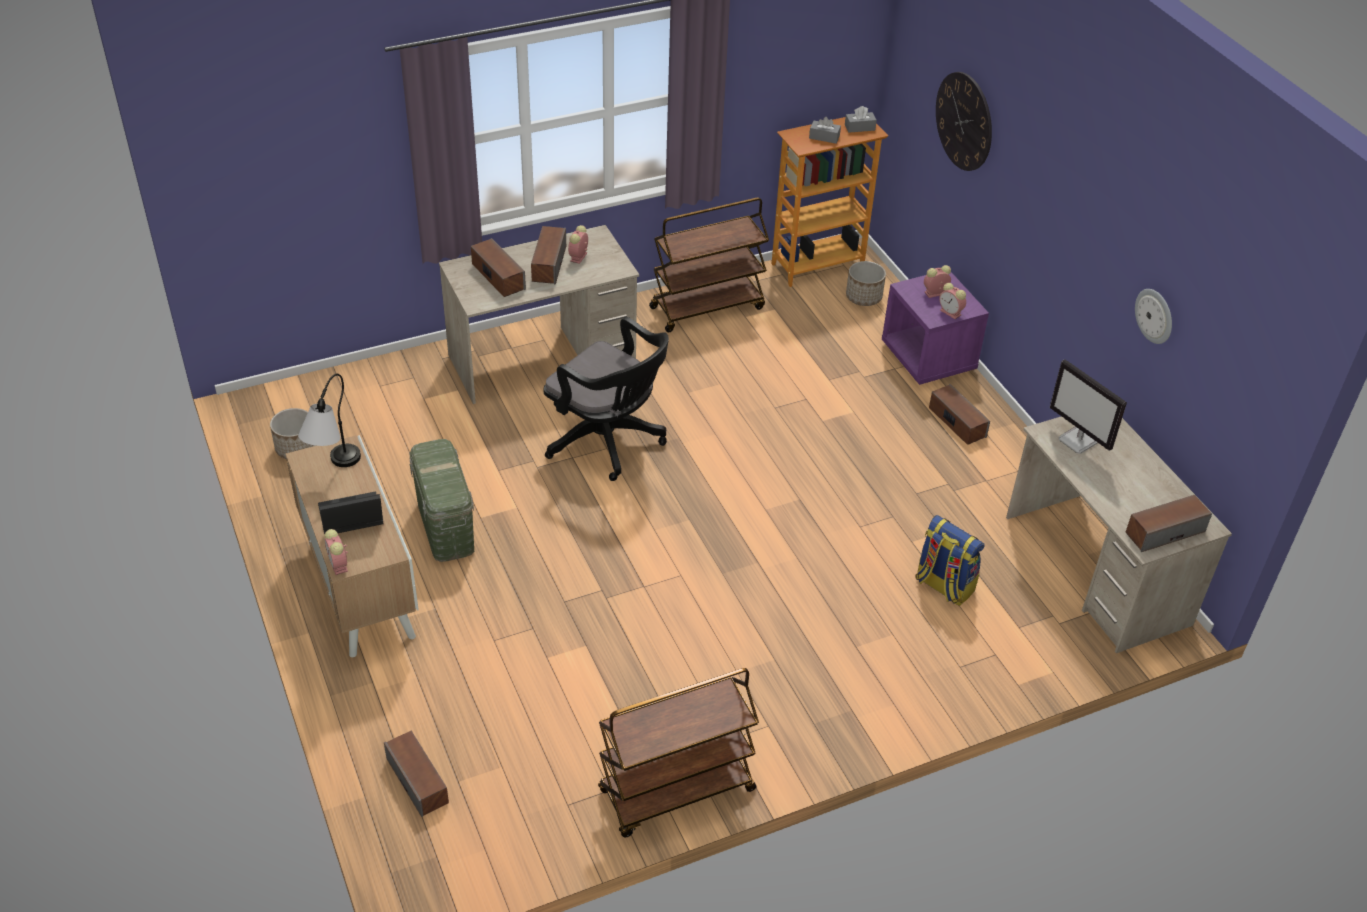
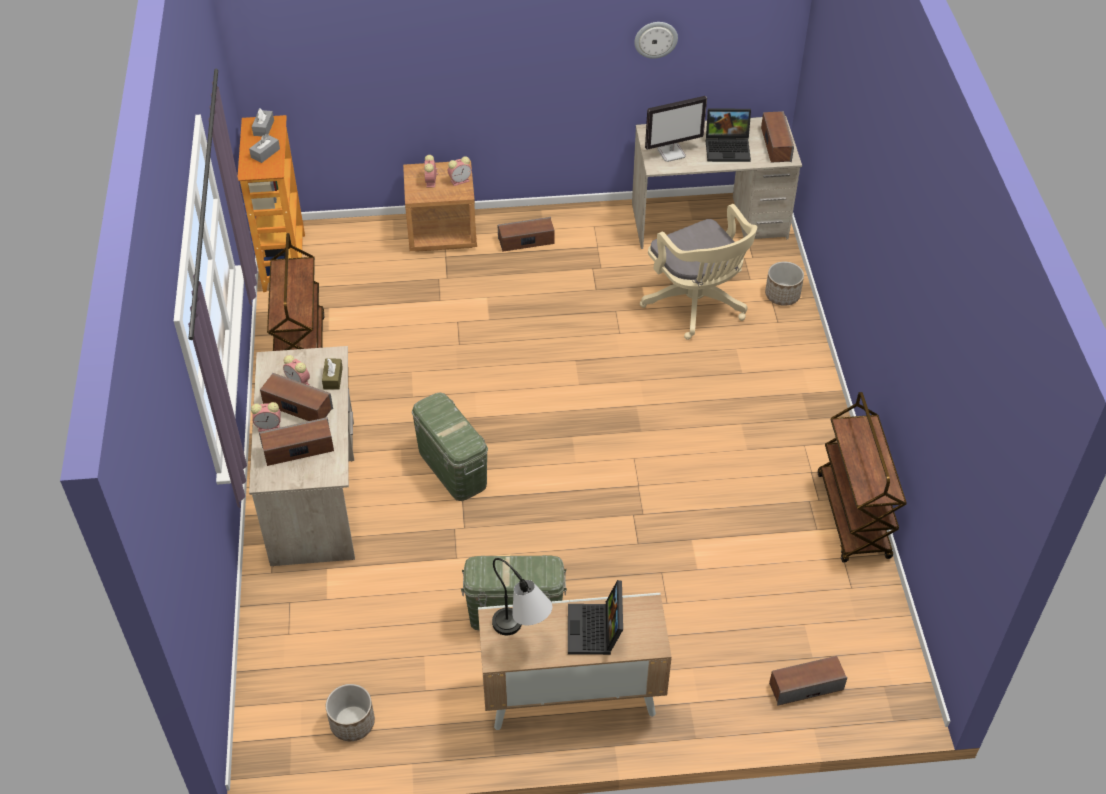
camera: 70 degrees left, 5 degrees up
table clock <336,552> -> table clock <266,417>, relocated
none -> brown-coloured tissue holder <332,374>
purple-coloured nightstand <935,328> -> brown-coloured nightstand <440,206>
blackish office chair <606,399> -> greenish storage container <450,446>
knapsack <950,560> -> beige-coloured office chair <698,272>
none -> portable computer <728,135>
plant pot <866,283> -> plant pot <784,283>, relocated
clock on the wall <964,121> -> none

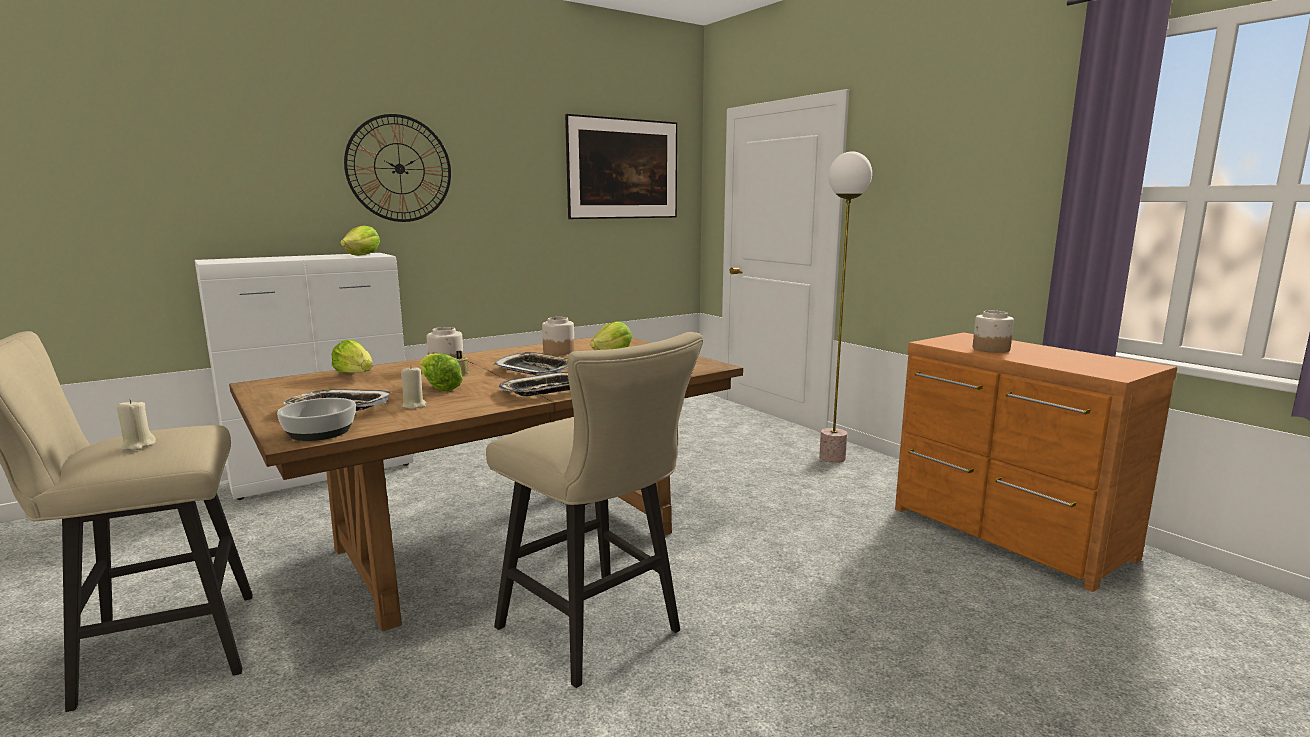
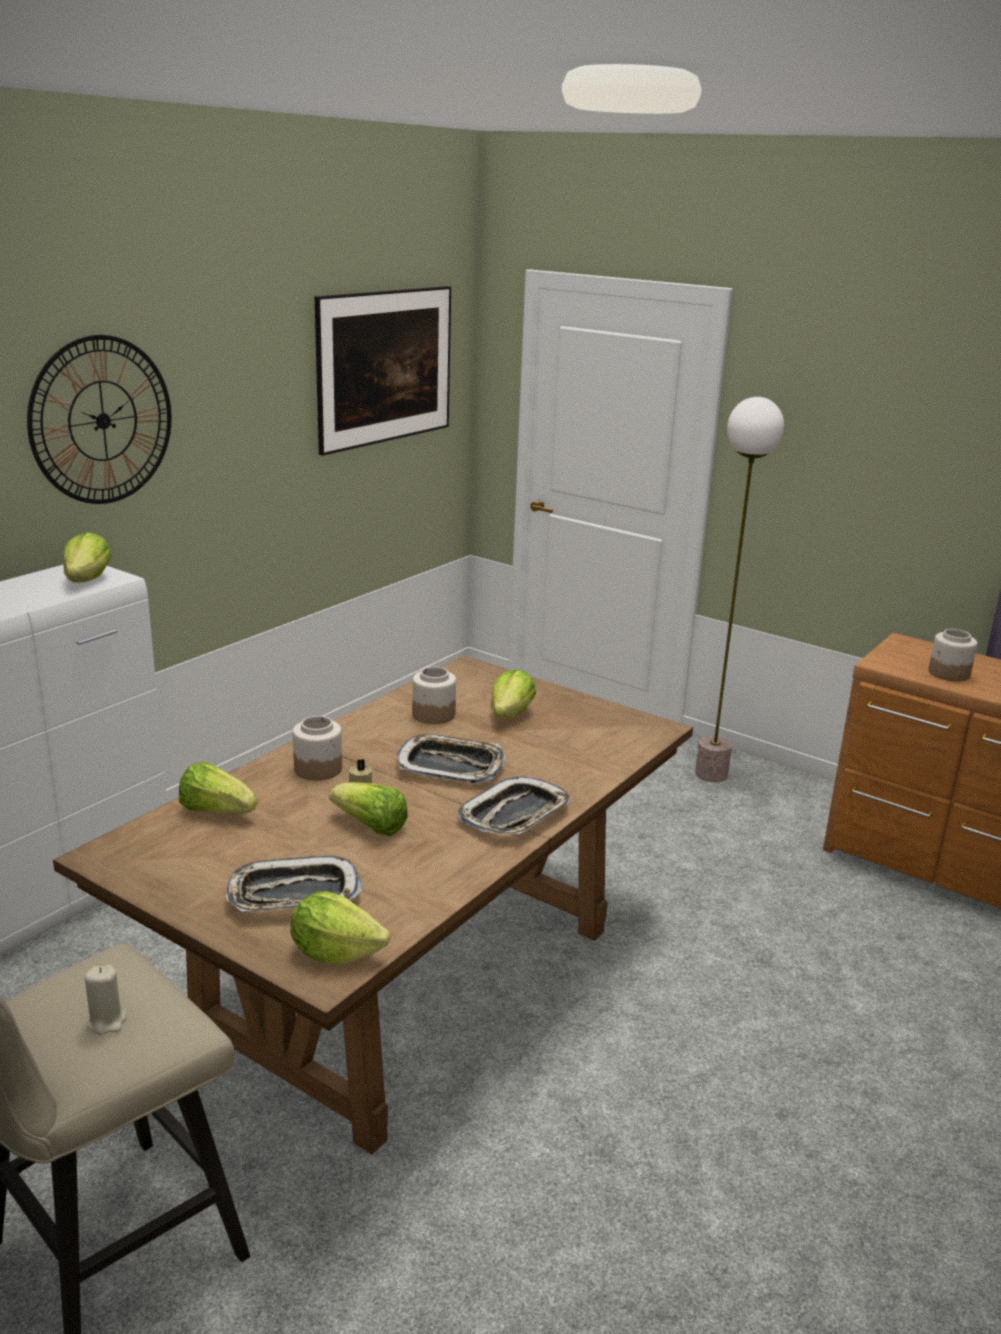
camera: 20 degrees left, 10 degrees up
bowl <316,419> -> head of lettuce <340,927>
beige-coloured wax light <413,387> -> none
beige-coloured stool seat <594,510> -> none

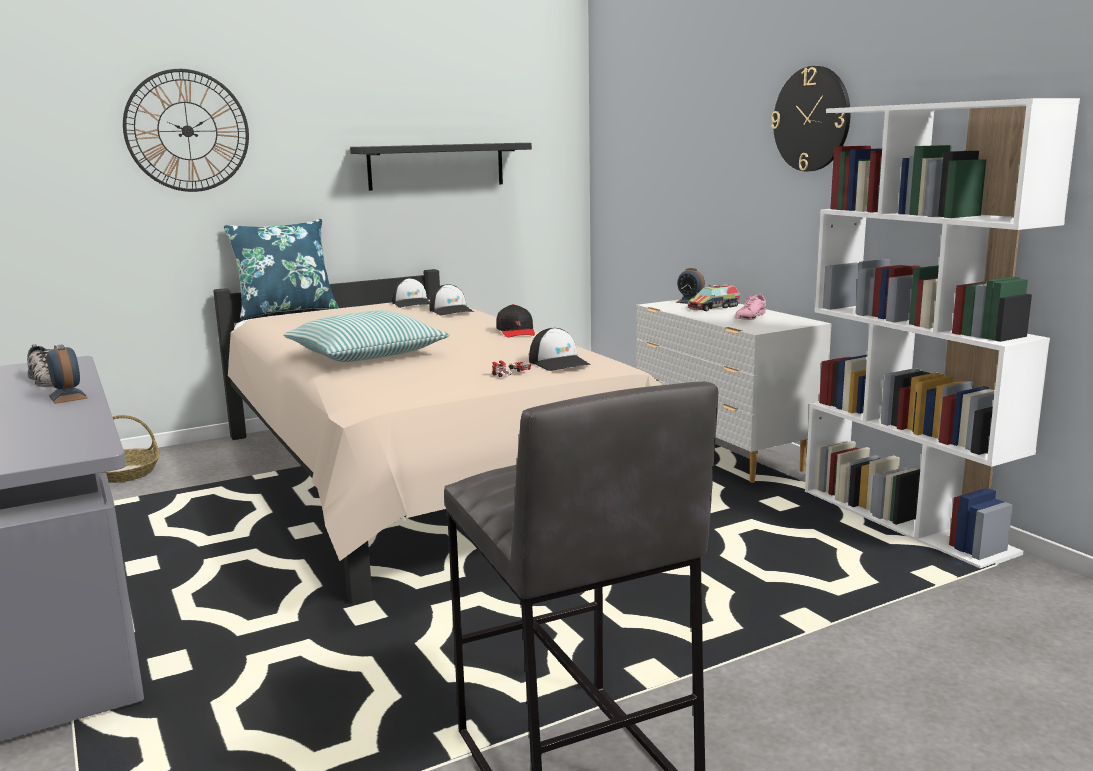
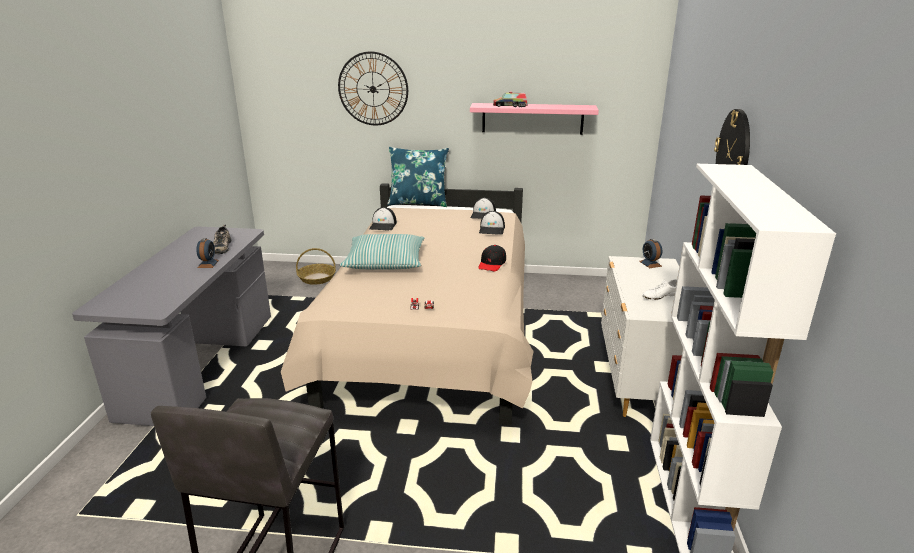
camera: 35 degrees right, 10 degrees up
baseball cap <560,349> -> baseball cap <383,218>, relocated
blackish shelf <441,167> -> pink shelf <534,119>
toy truck <713,297> -> toy truck <510,99>, relocated
pink low shoe <750,306> -> white-coloured low shoe <659,290>

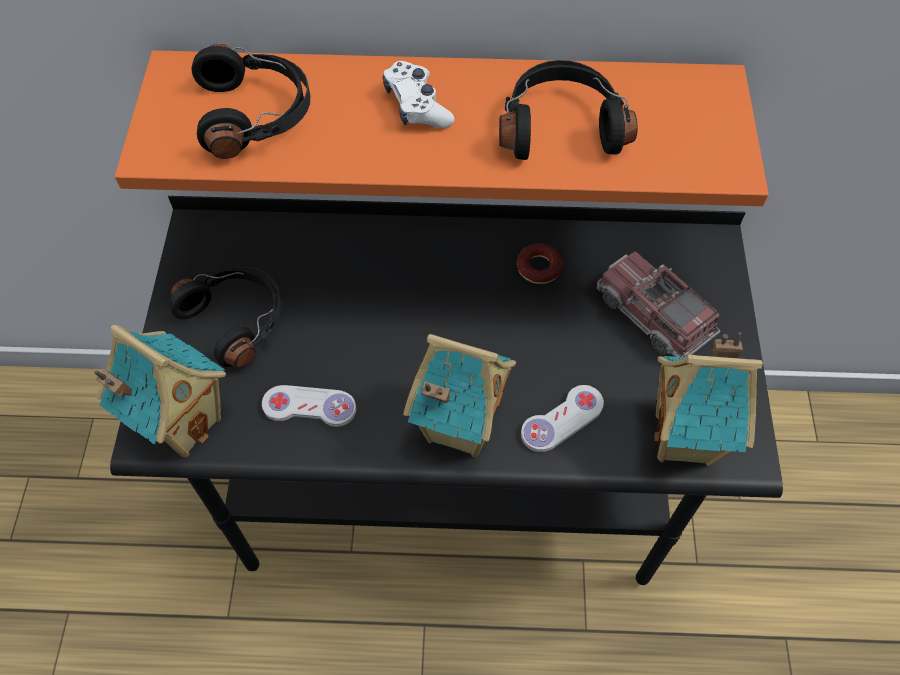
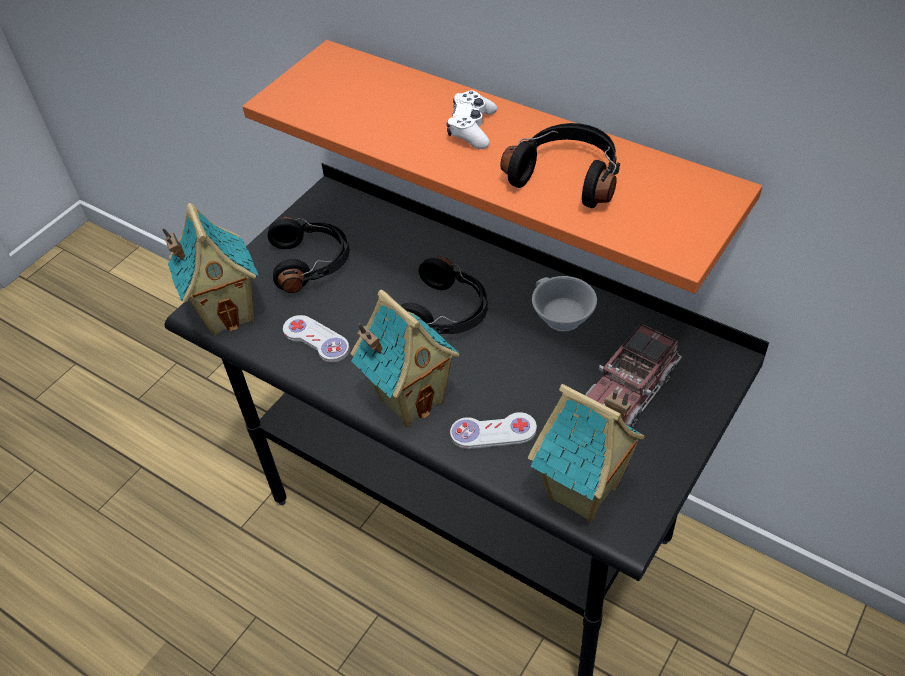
camera: 35 degrees right, 10 degrees down
blackish pair of headphones <250,101> -> blackish pair of headphones <444,295>, relocated
donut <540,263> -> white-coloured drinking cup <564,304>
toy truck <658,304> -> toy truck <633,375>, 135 degrees counterclockwise

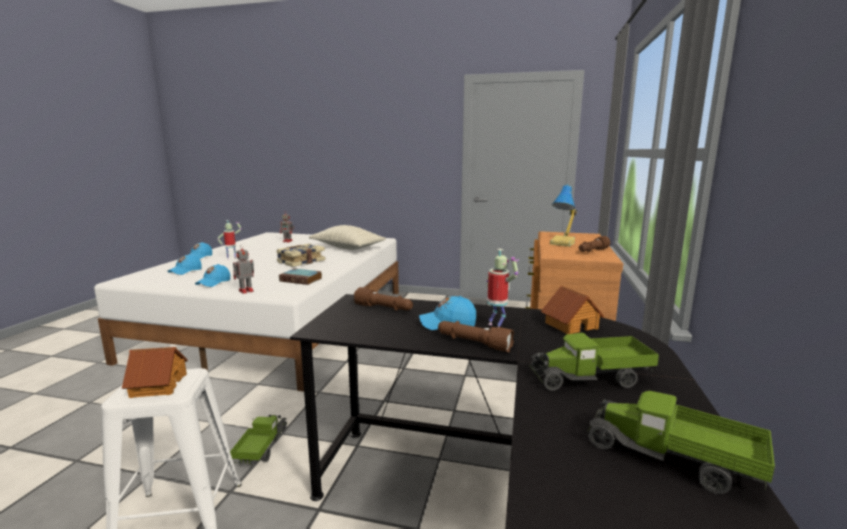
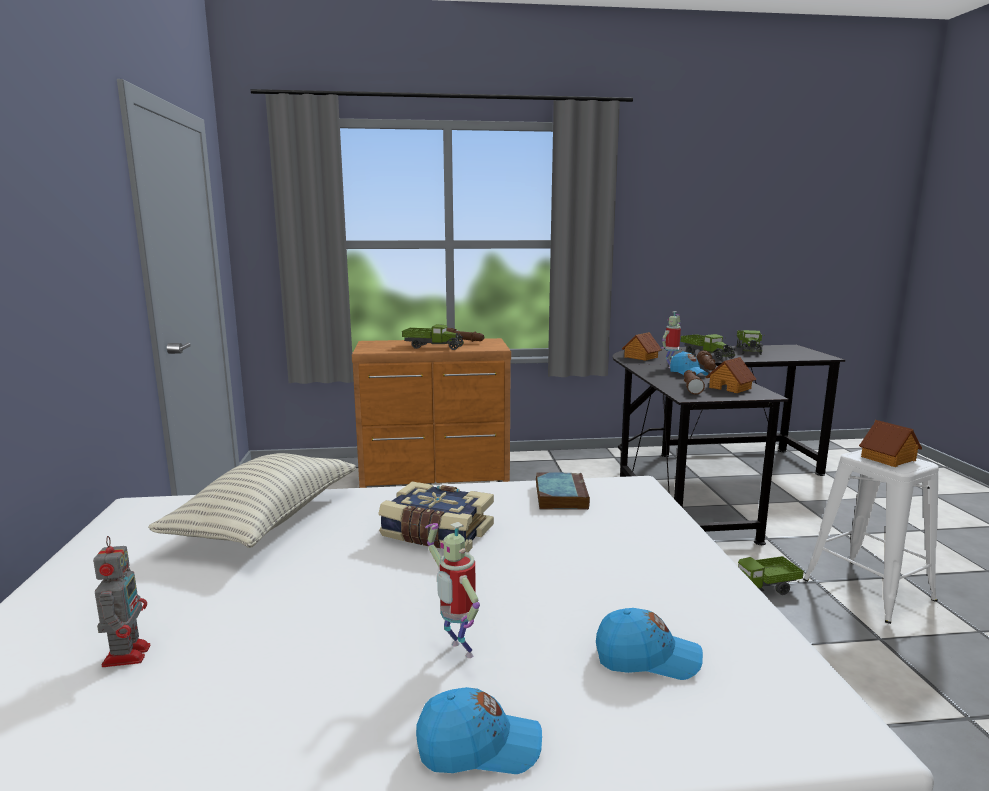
camera: 110 degrees left, 0 degrees up
table lamp <563,215> -> toy truck <432,337>
none -> miniature house <731,375>
bluish baseball cap <212,275> -> none
model robot <243,269> -> none

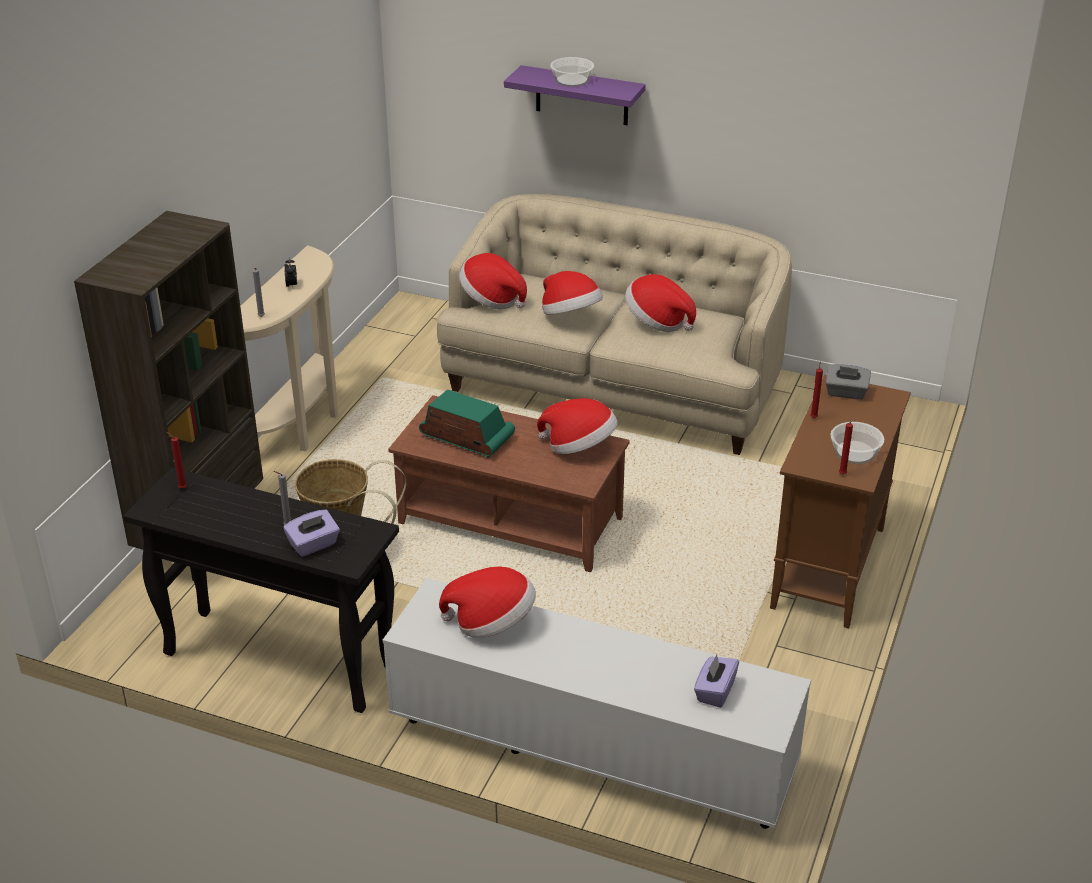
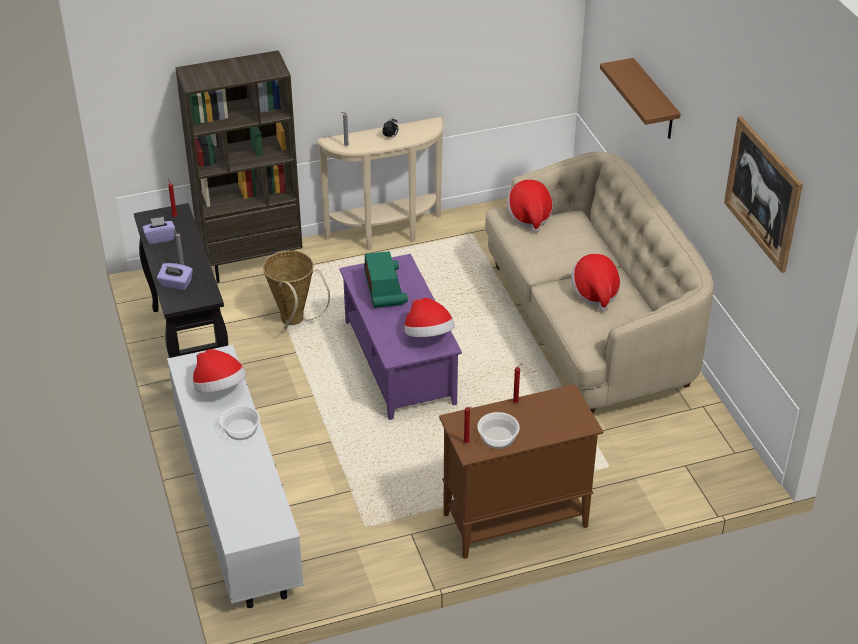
camera: 50 degrees right, 5 degrees up
purple-coloured tissue holder <716,681> -> purple-coloured tissue holder <159,231>, relocated
bowl <572,72> -> bowl <240,422>, relocated
brown-coloured coffee table <509,483> -> purple-coloured coffee table <401,337>
purple-coloured shelf <574,95> -> brown-coloured shelf <640,98>
none -> wall art <763,194>
clothing hat <572,293> -> none
gray tissue holder <848,382> -> none

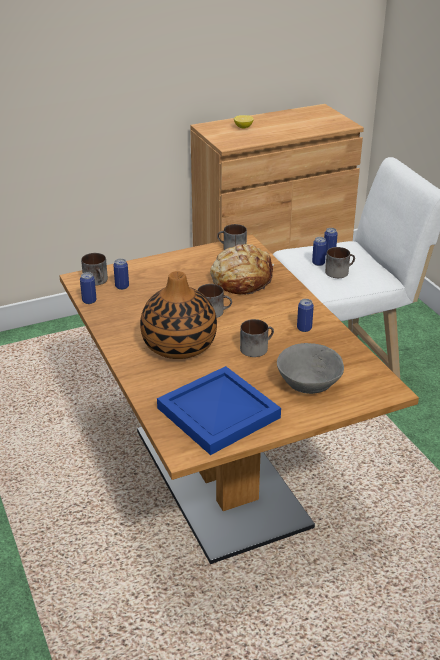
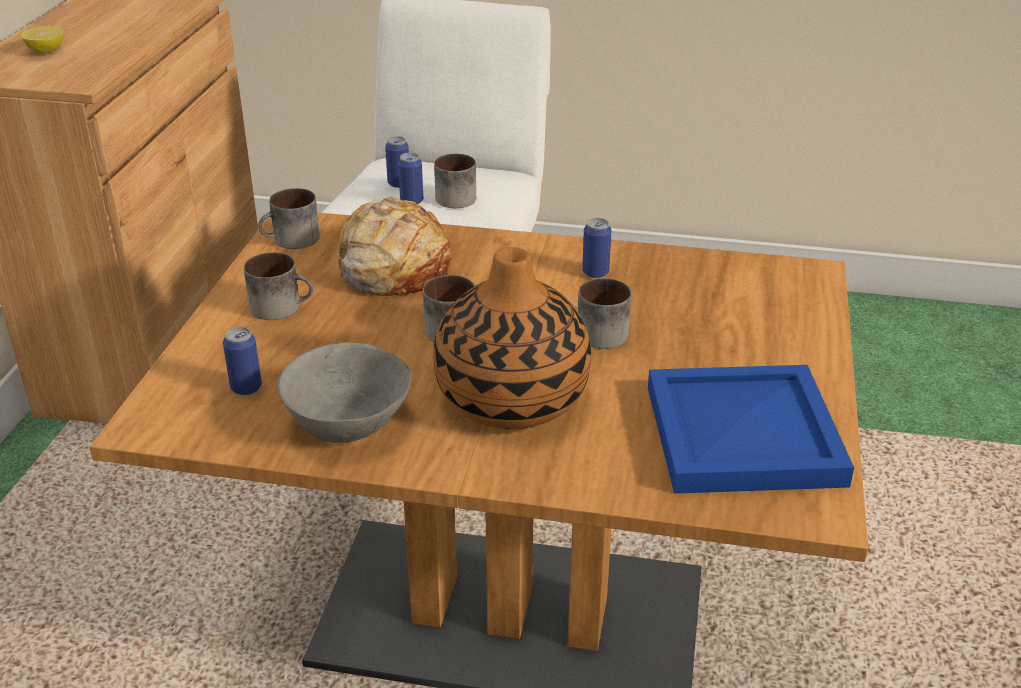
camera: 55 degrees left, 0 degrees up
coffee mug <94,269> -> coffee mug <278,286>, relocated
gray bowl <310,368> -> gray bowl <344,393>, relocated
sealed can <88,288> -> none

